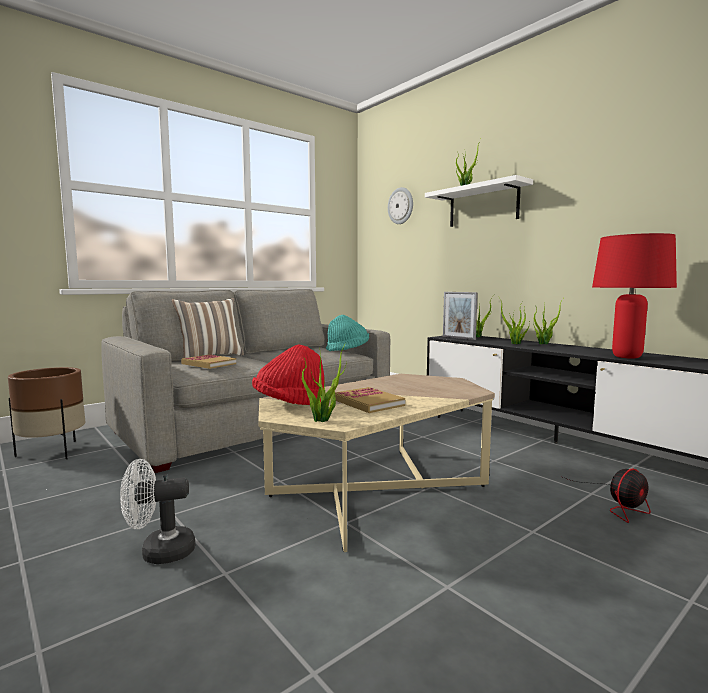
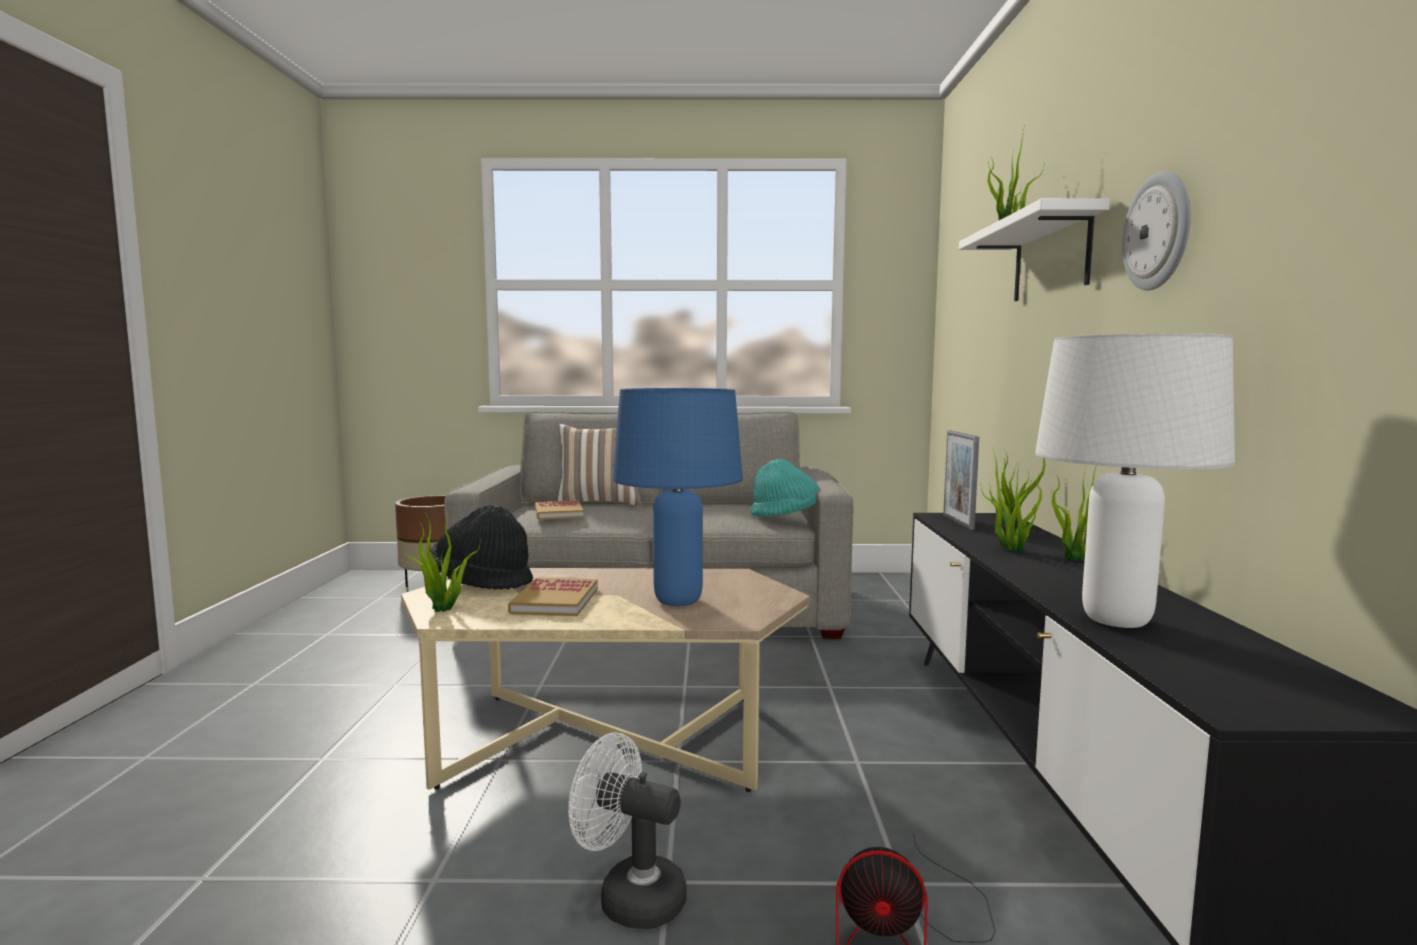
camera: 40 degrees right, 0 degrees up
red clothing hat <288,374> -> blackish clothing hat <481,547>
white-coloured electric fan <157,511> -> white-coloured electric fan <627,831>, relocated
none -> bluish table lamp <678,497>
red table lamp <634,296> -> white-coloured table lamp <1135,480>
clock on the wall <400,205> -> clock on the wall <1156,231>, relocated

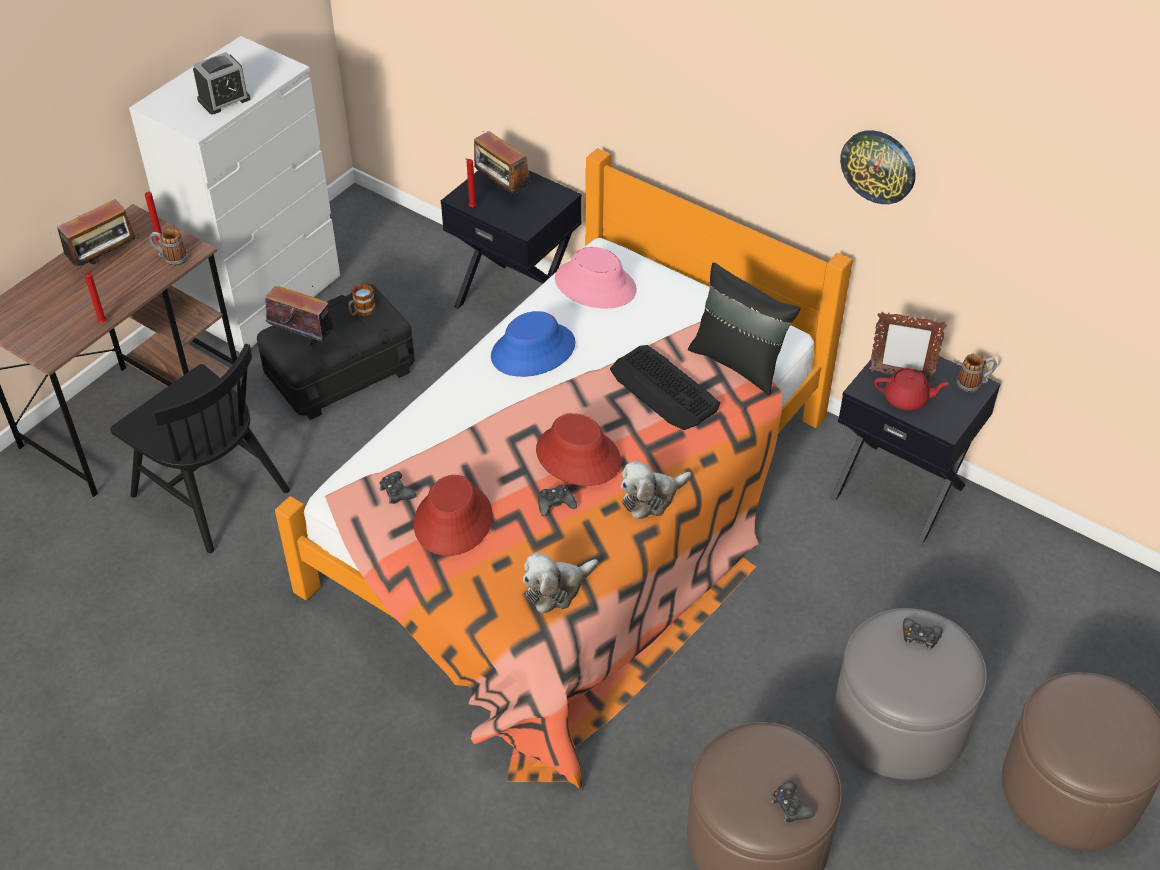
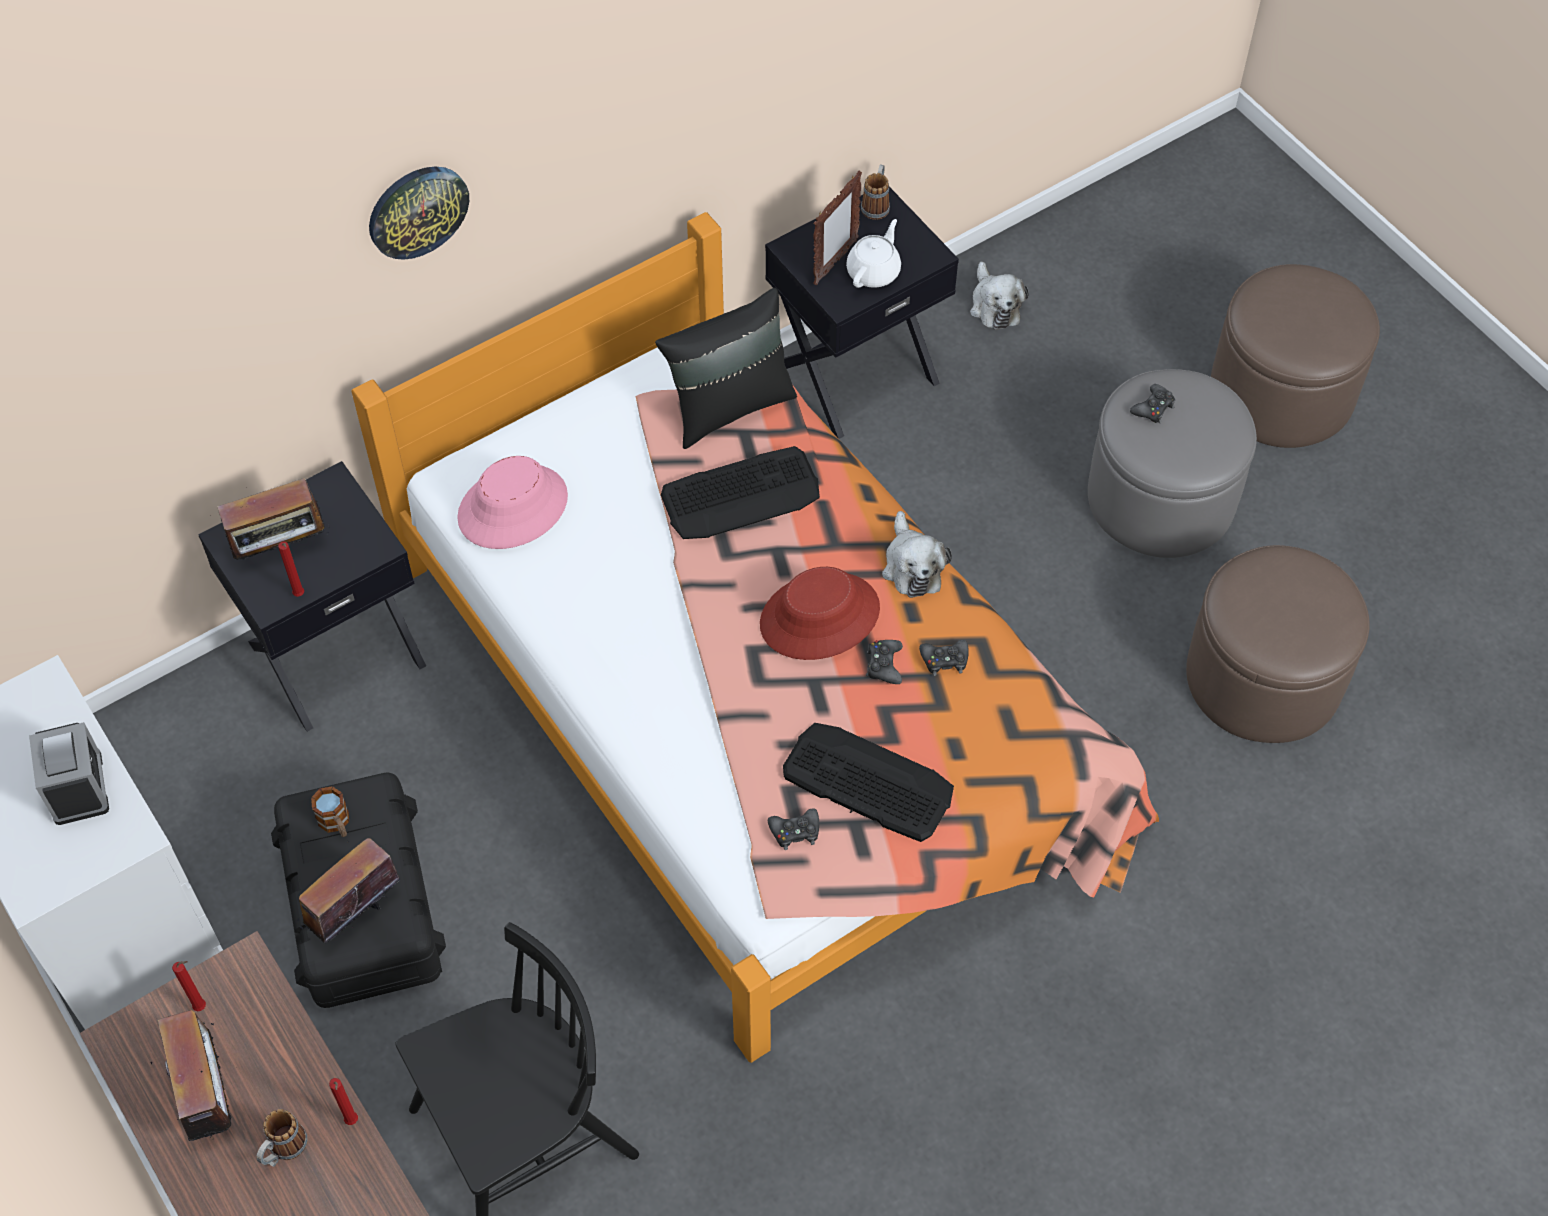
camera: 70 degrees left, 10 degrees up
coffee mug <168,247> -> coffee mug <282,1138>, relocated
clock on the wall <878,167> -> clock on the wall <419,213>, relocated
red clothing hat <453,515> -> computer keyboard <868,782>
red pot for tea <911,389> -> white-coloured pot for tea <873,253>
blackish joypad <793,801> -> blackish joypad <944,658>, relocated
soft toy <560,583> -> soft toy <999,296>, relocated
bluish clothing hat <533,344> -> none

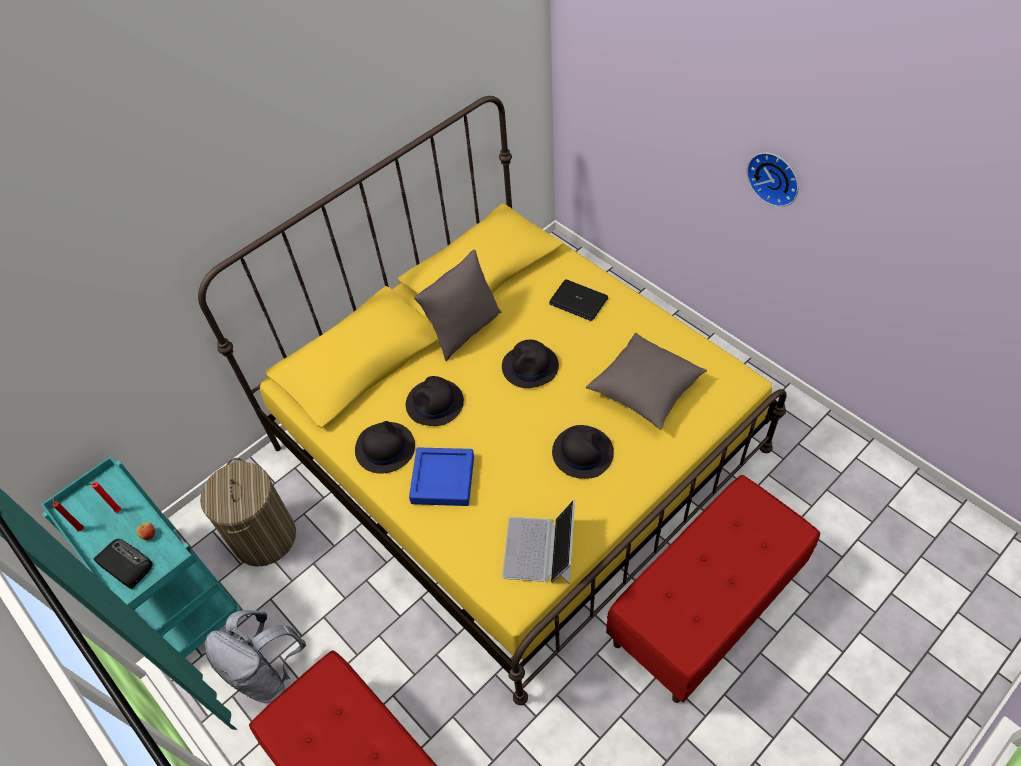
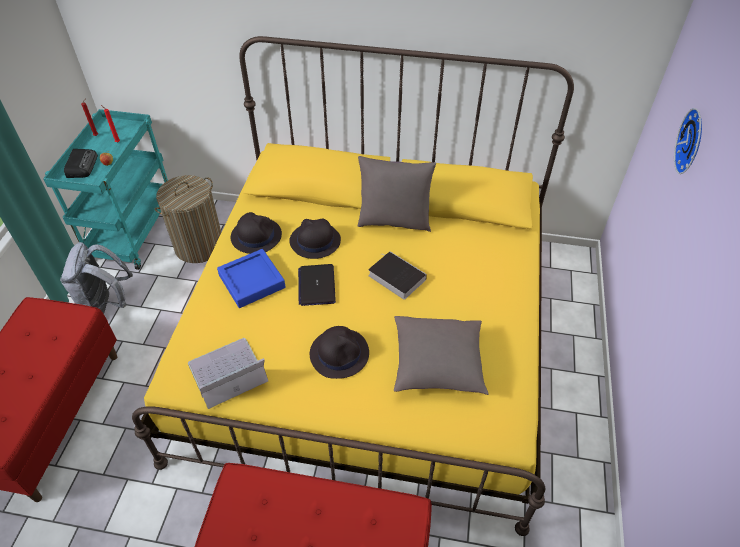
camera: 50 degrees right, 5 degrees down
portable computer <578,300> -> portable computer <317,285>, relocated
blackish clothing hat <530,364> -> volume <397,275>
clock on the wall <773,180> -> clock on the wall <688,141>, relocated

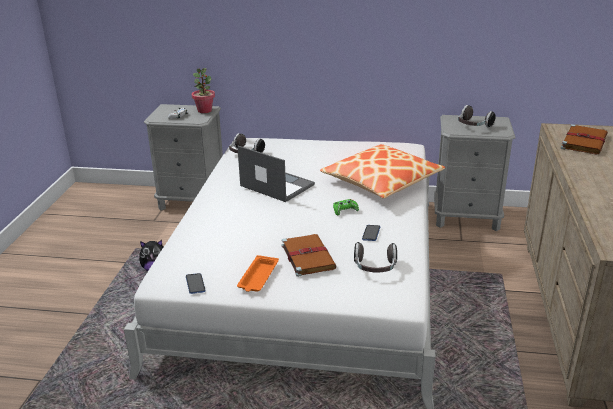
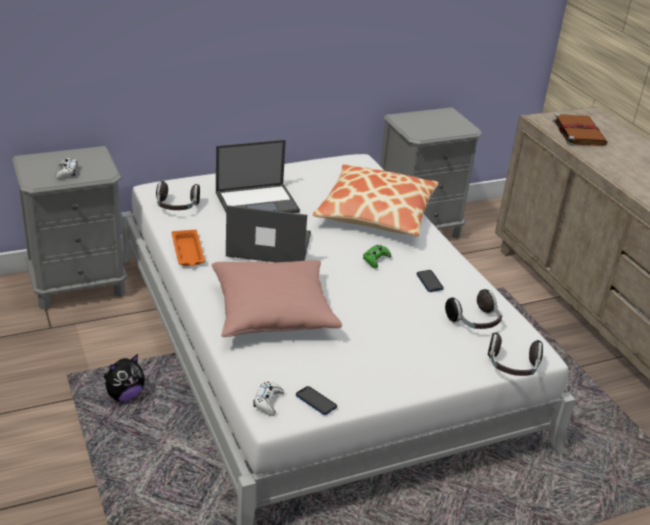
camera: 35 degrees left, 5 degrees up
orange-coloured carrying tray <258,273> -> orange-coloured carrying tray <188,248>, relocated
none -> pink throw pillow <276,298>
none -> portable computer <258,176>
none -> white-coloured joypad <268,399>
pair of headphones <477,116> -> pair of headphones <515,354>, relocated
potted plant <203,90> -> none
brown-coloured volume <309,255> -> none

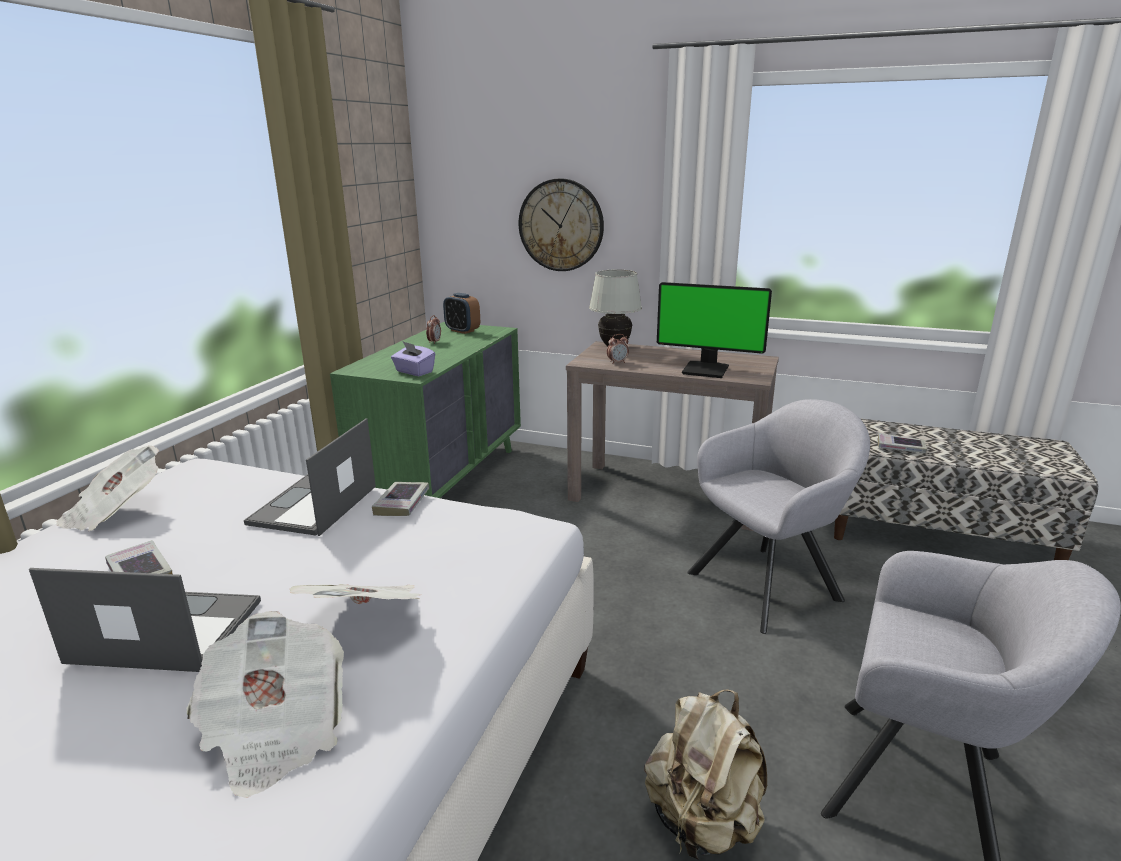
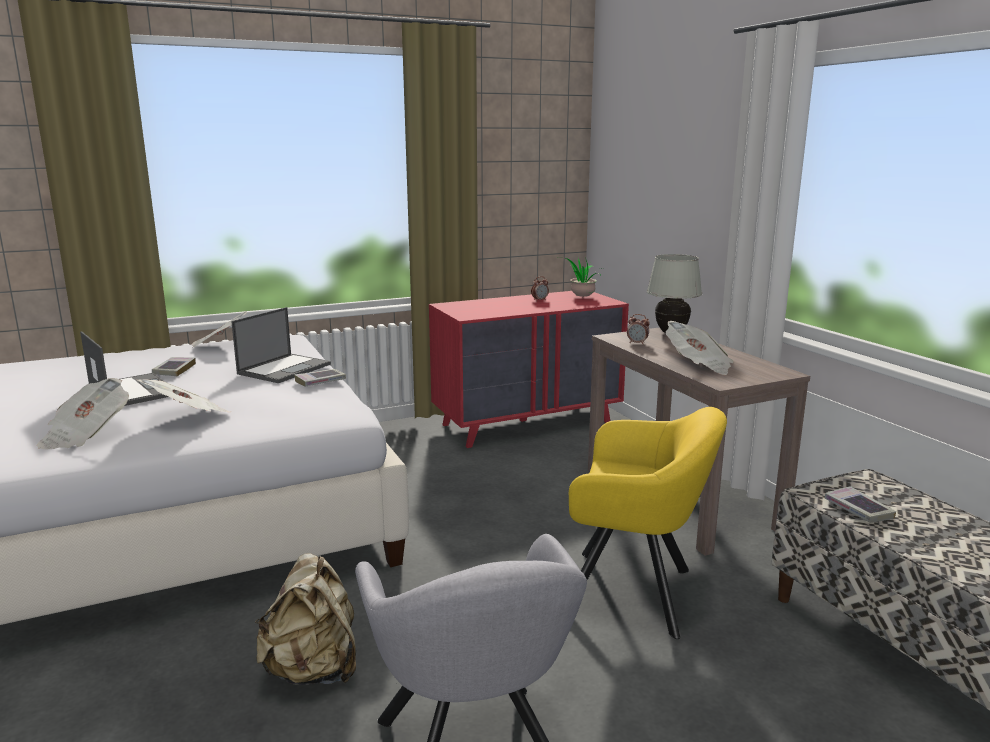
camera: 45 degrees right, 5 degrees down
portable computer <310,477> -> portable computer <281,345>, 150 degrees clockwise
greenish drawer chest <425,410> -> red drawer chest <529,369>
table clock <461,313> -> potted plant <582,277>
gray armchair <778,516> -> yellowish armchair <648,523>
computer screen <714,330> -> newspaper <699,348>
purple-coloured tissue holder <413,359> -> none
clock on the wall <561,224> -> none

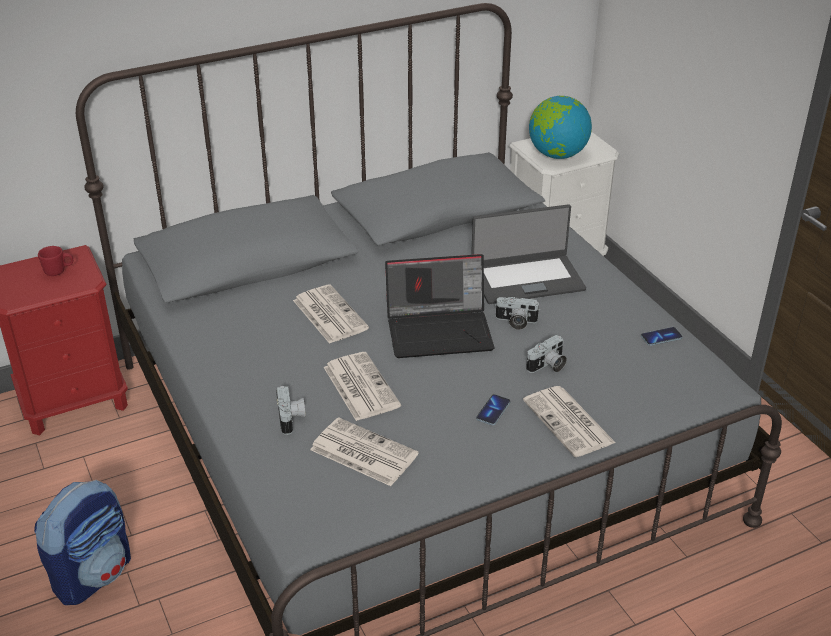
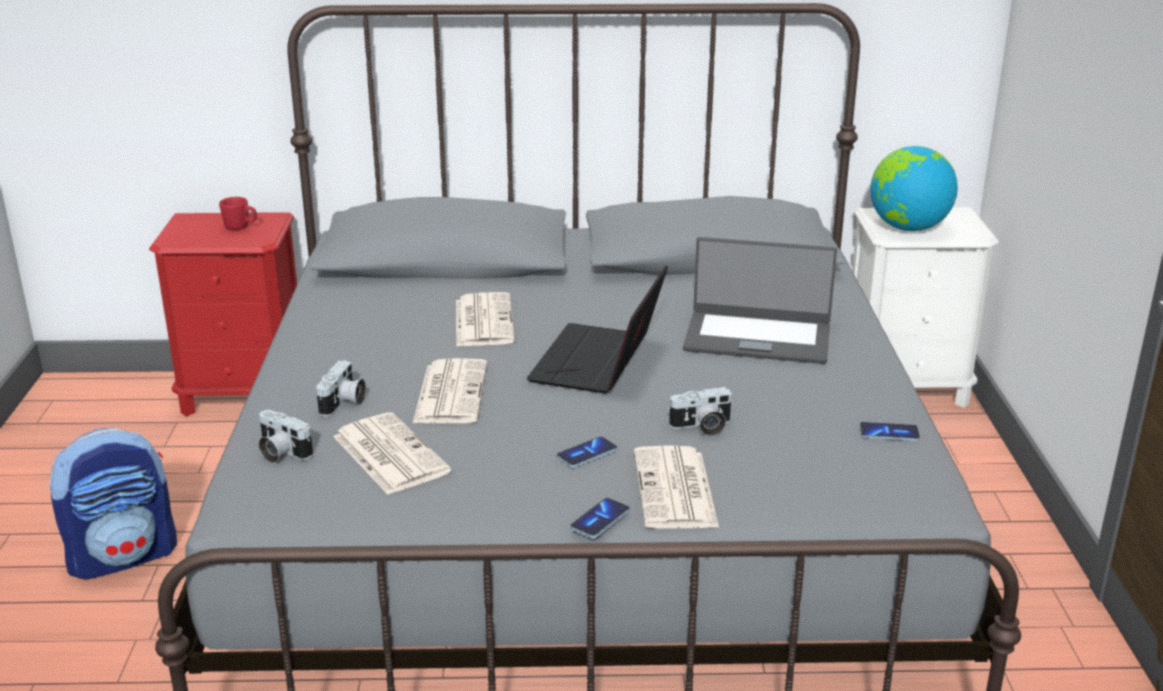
camera: 25 degrees right, 10 degrees down
still camera <517,313> -> still camera <286,436>, relocated
portable computer <439,306> -> portable computer <597,329>, 90 degrees clockwise
none -> phone <600,518>

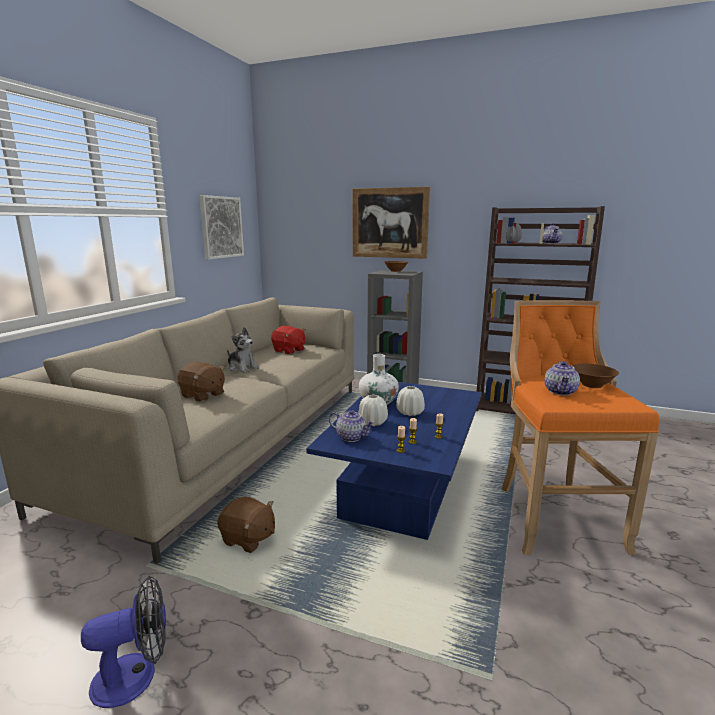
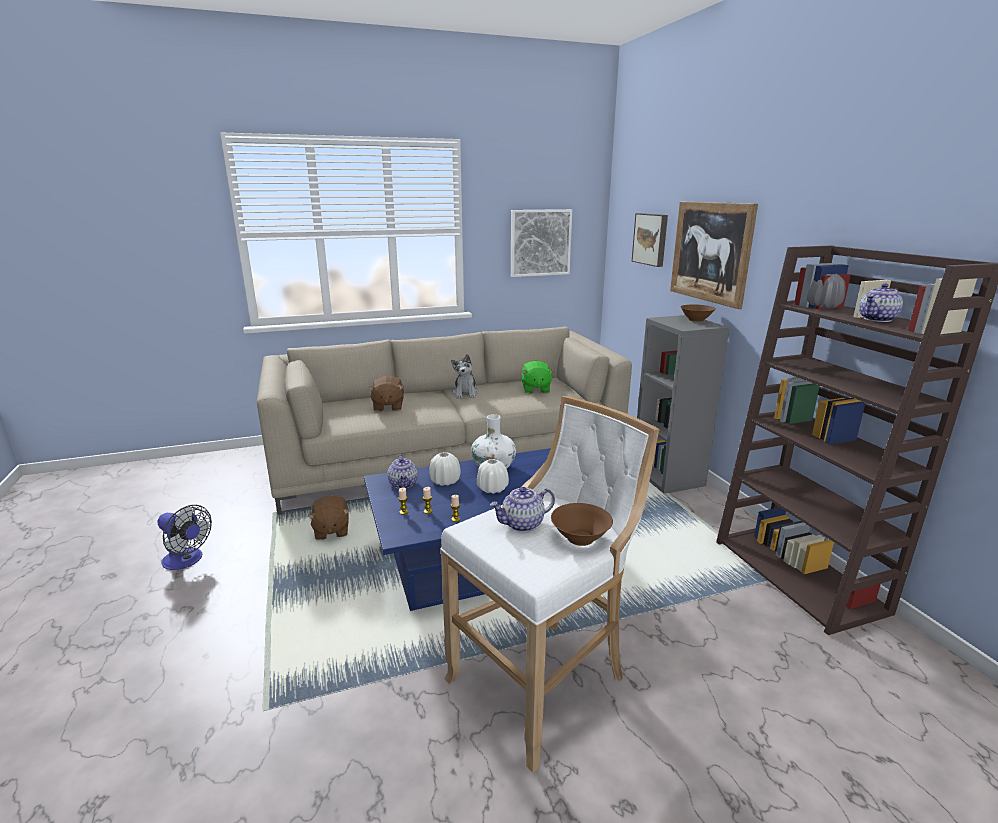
camera: 50 degrees right, 5 degrees up
orange-coloured stool seat <580,427> -> white-coloured stool seat <550,584>
red soft toy <288,340> -> greenish soft toy <537,376>
none -> wall art <650,240>

